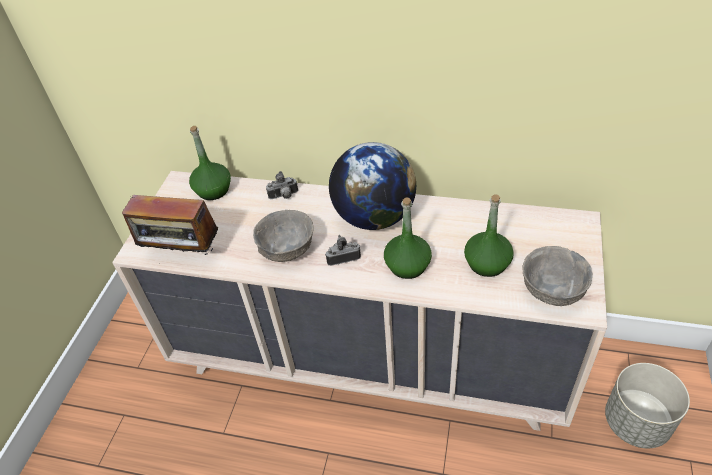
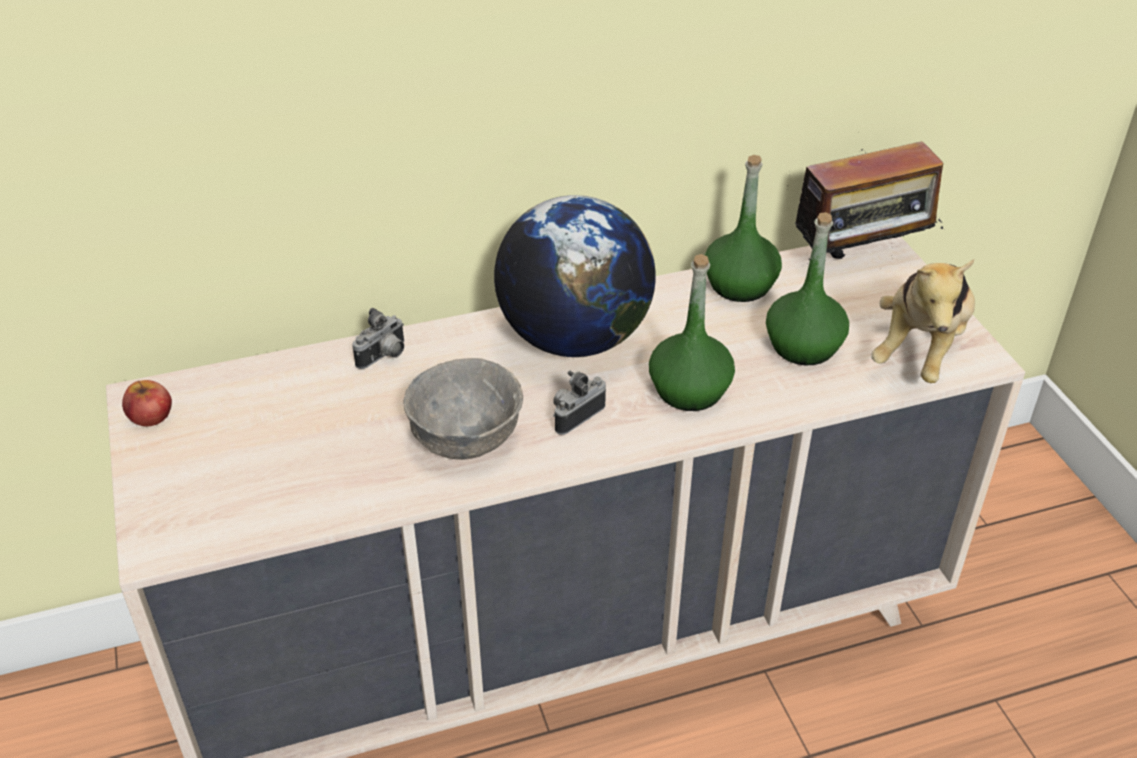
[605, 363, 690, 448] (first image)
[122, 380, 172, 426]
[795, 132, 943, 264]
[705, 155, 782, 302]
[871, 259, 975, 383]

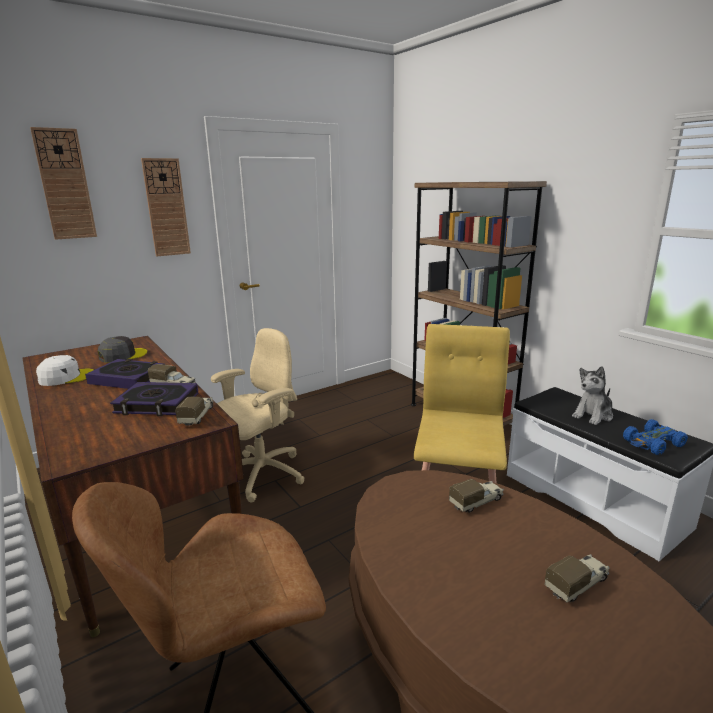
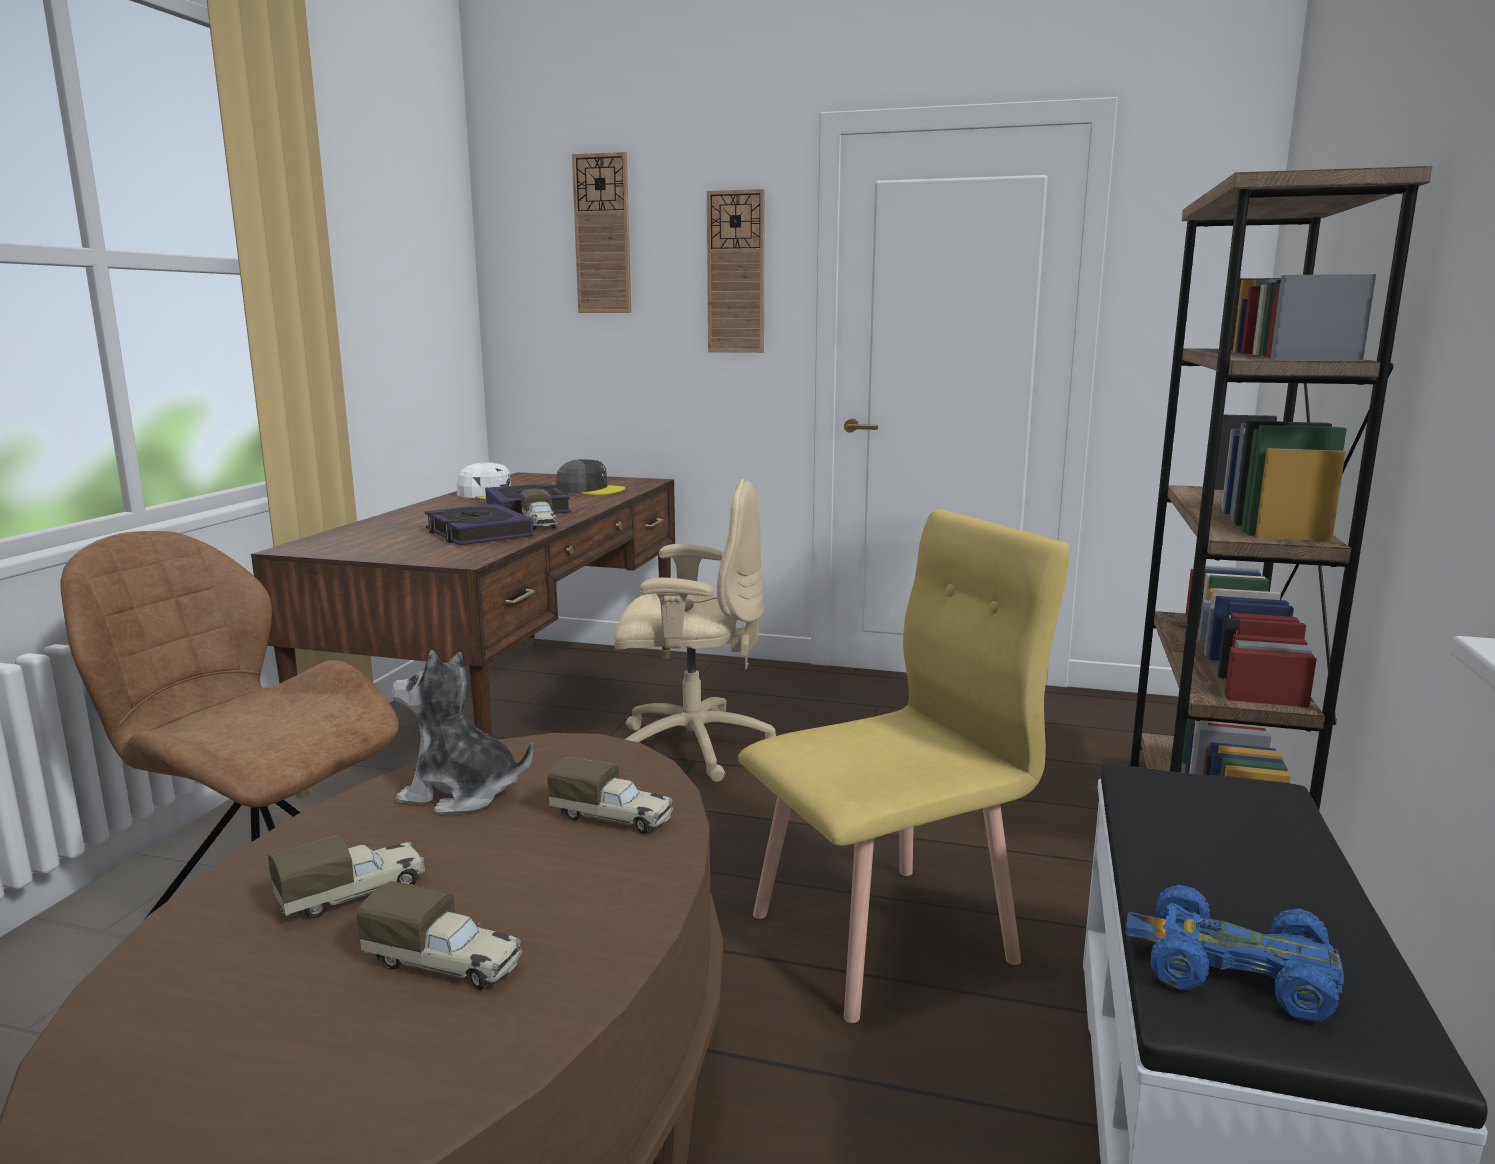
[268, 835, 426, 918]
[391, 650, 533, 814]

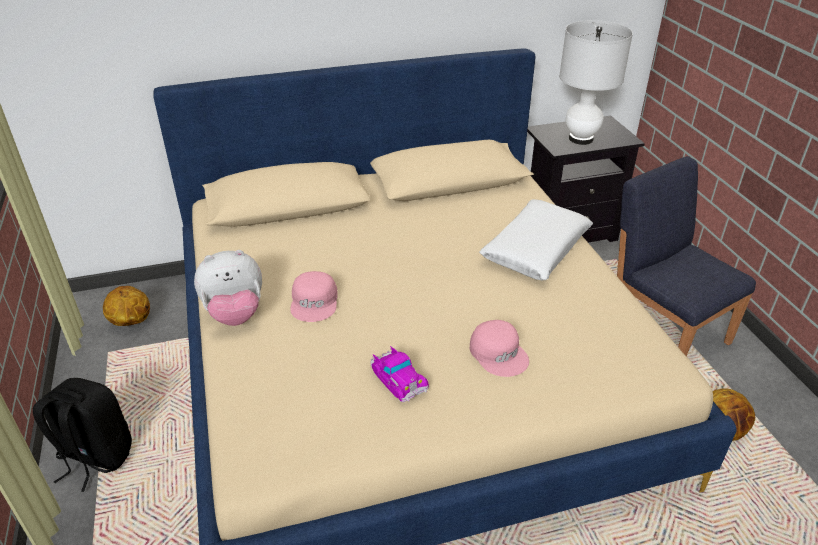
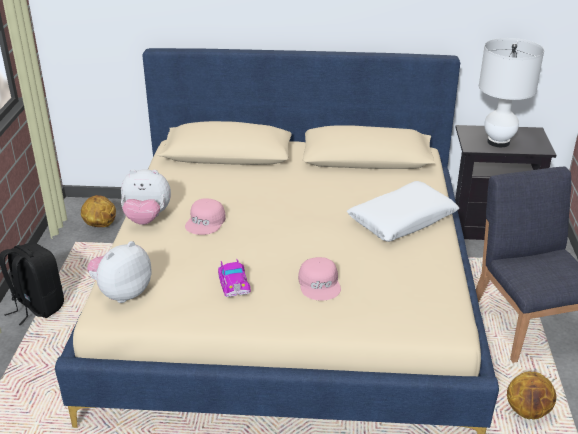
[87, 241, 152, 303]

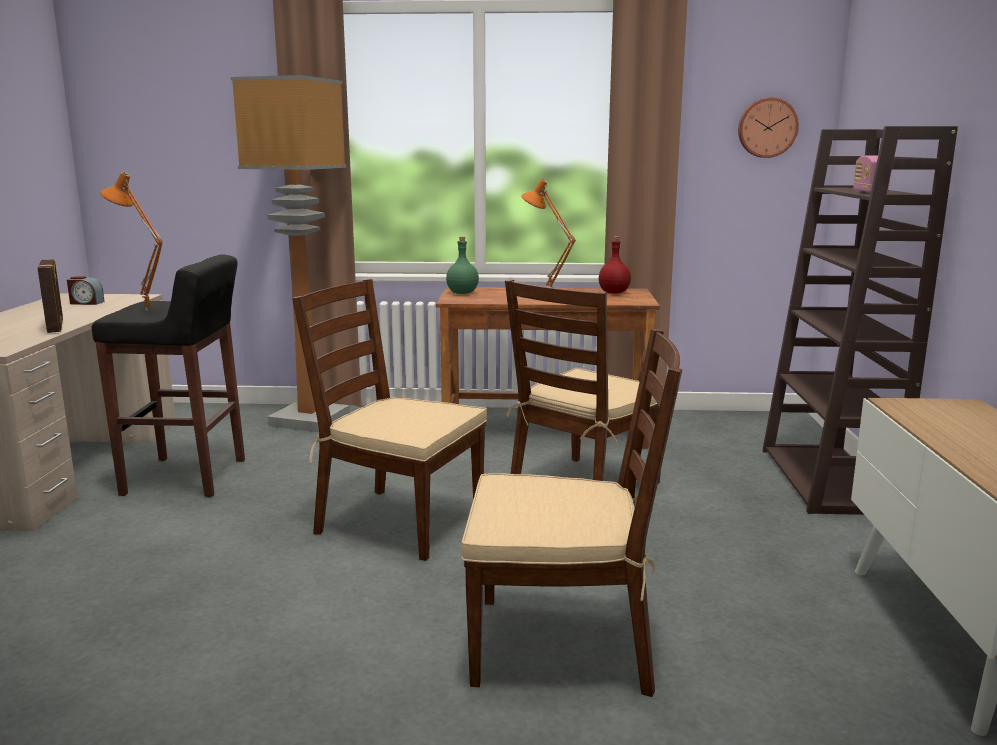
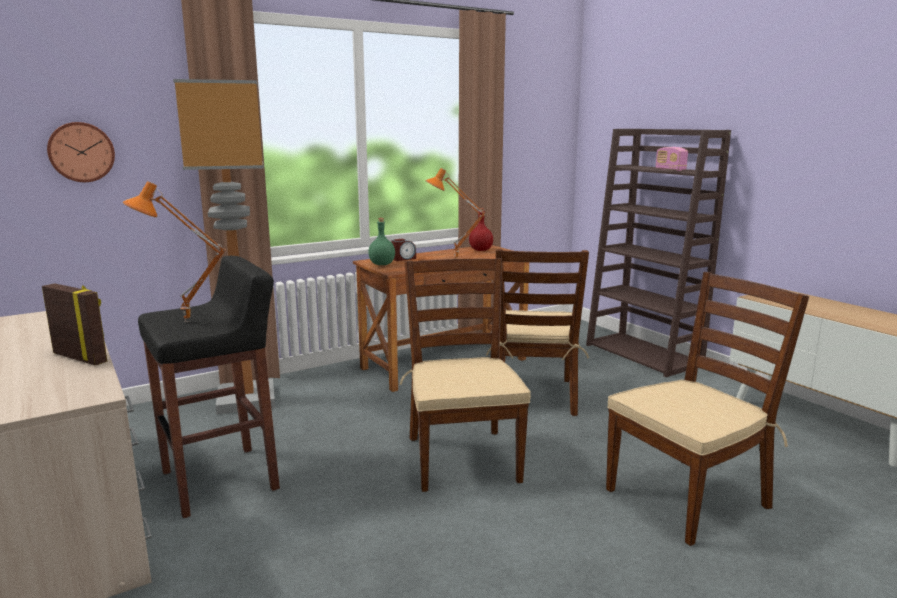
[392, 239, 416, 261]
[47, 122, 115, 182]
[400, 258, 531, 492]

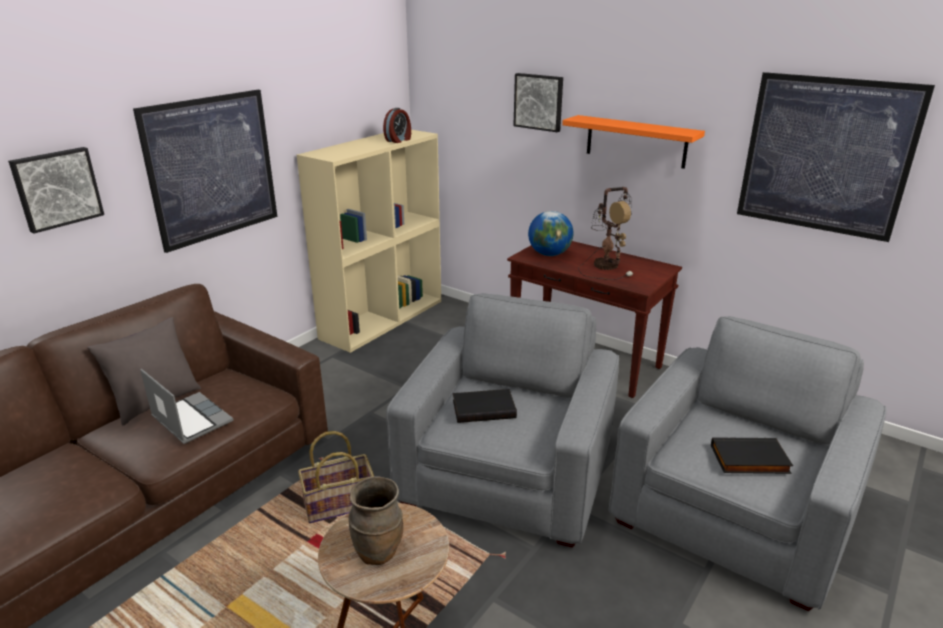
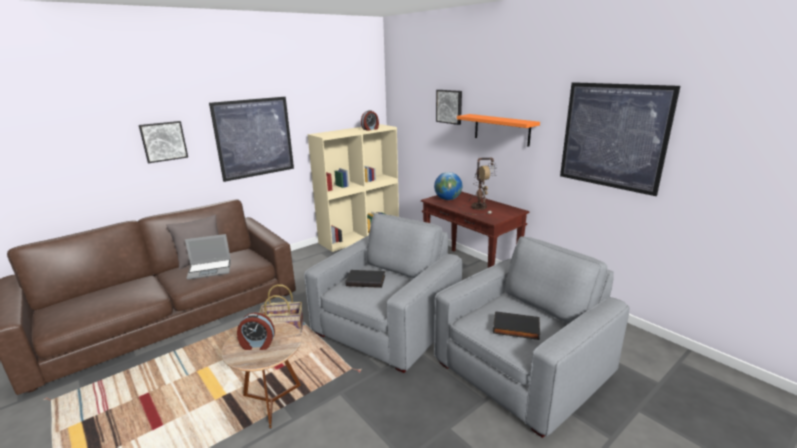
[237, 312, 275, 350]
[185, 234, 231, 279]

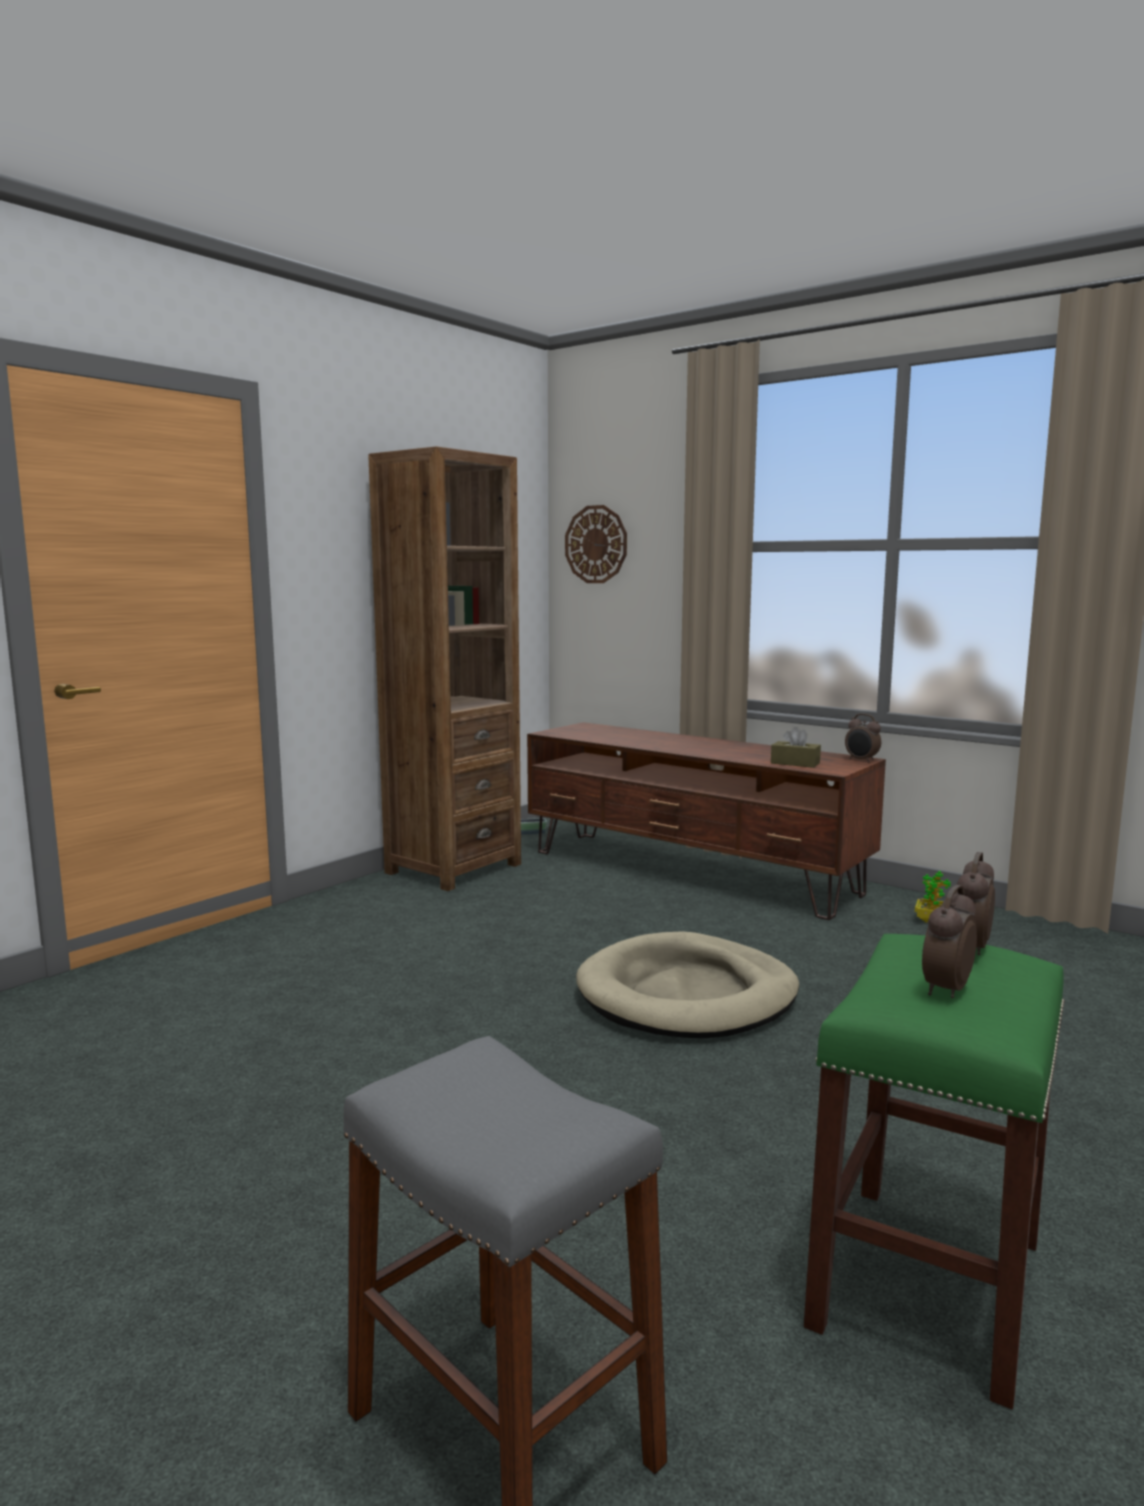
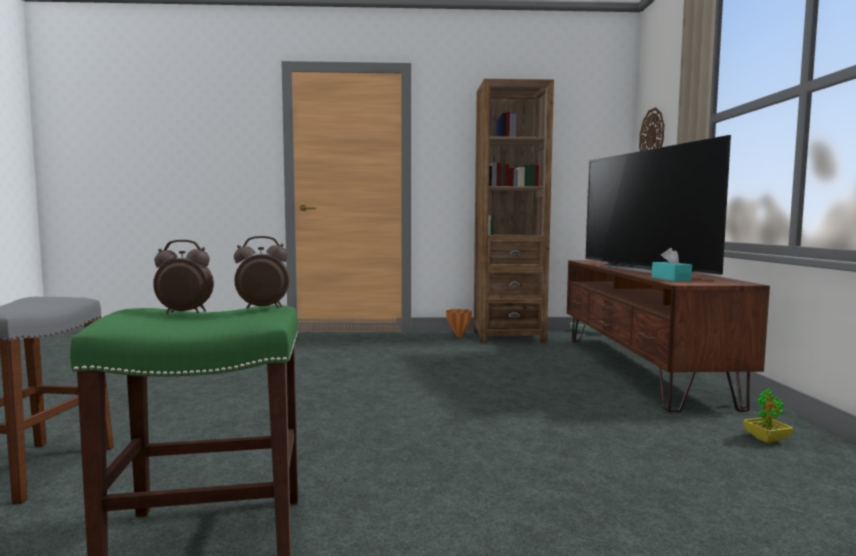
[576, 931, 799, 1038] (first image)
[845, 714, 881, 763] (first image)
[446, 309, 472, 337]
[586, 135, 731, 275]
[652, 248, 692, 281]

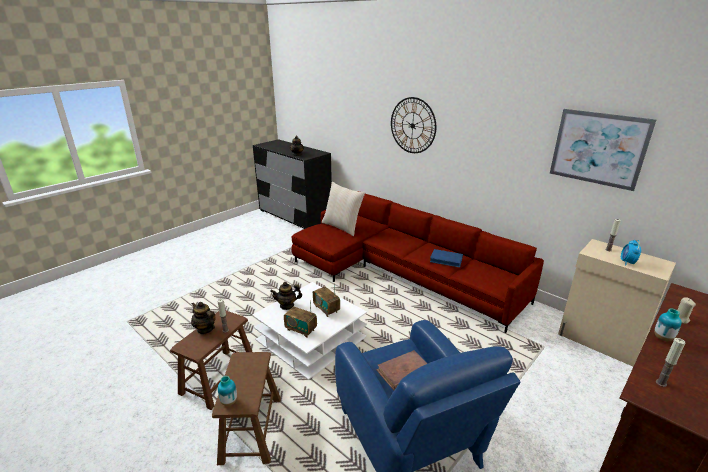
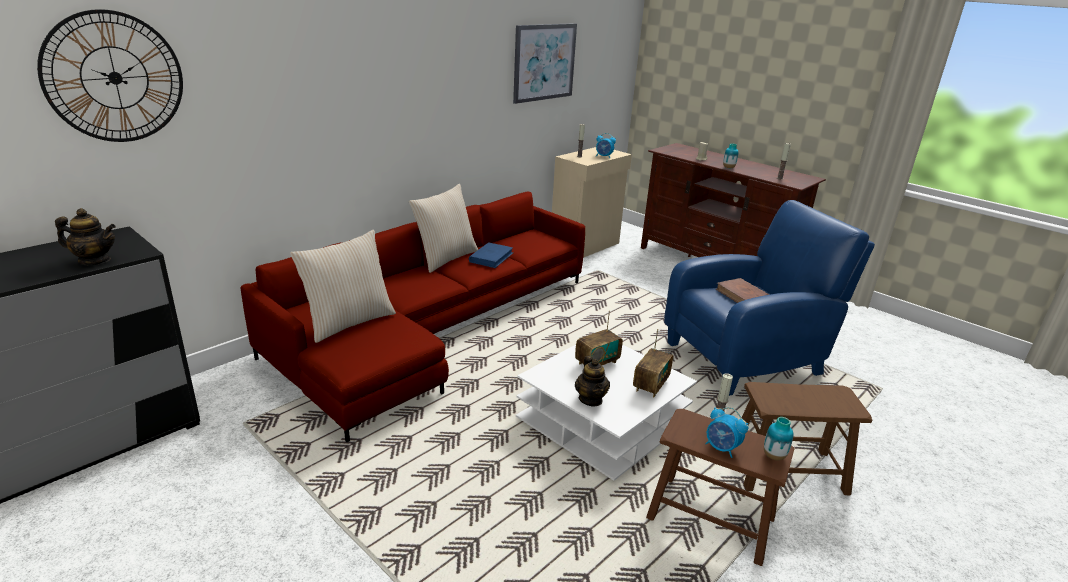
[409, 184, 478, 273]
[764, 417, 793, 460]
[37, 9, 183, 142]
[705, 407, 748, 458]

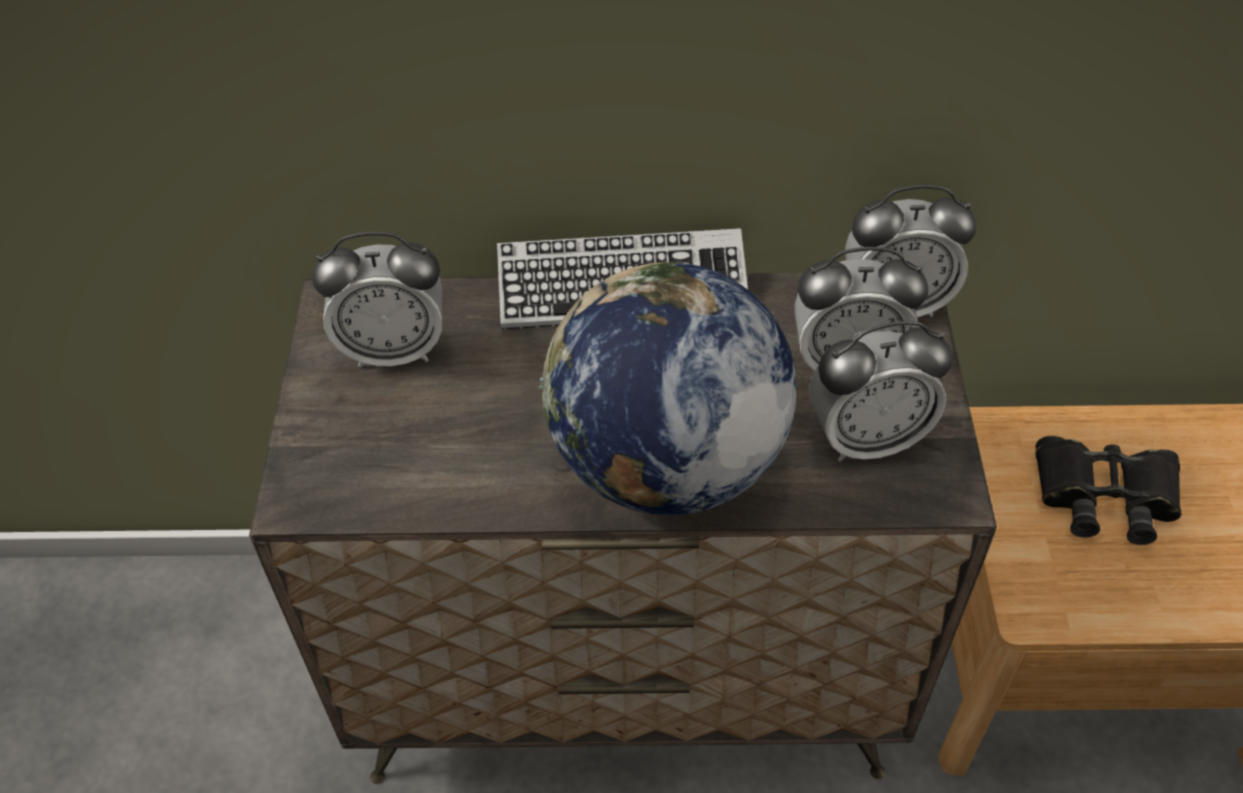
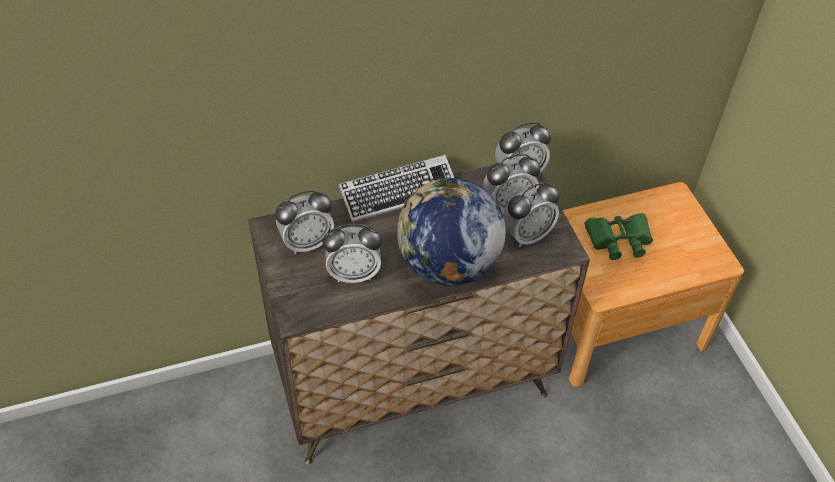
[322, 224, 382, 283]
[585, 213, 653, 260]

